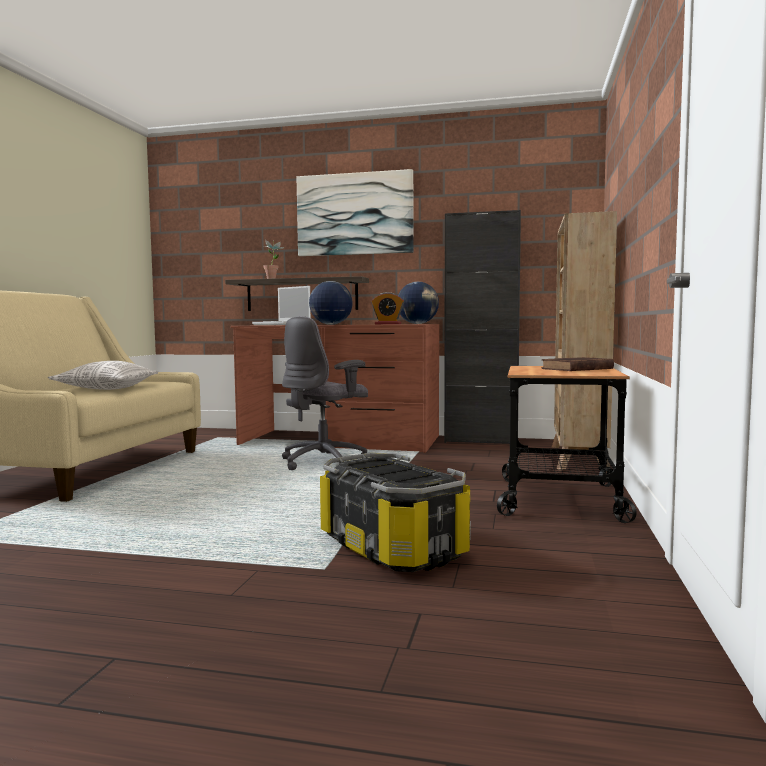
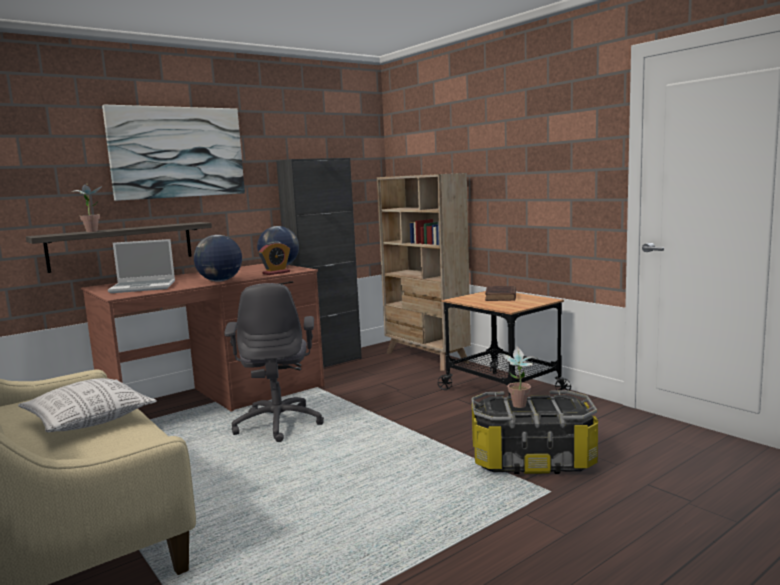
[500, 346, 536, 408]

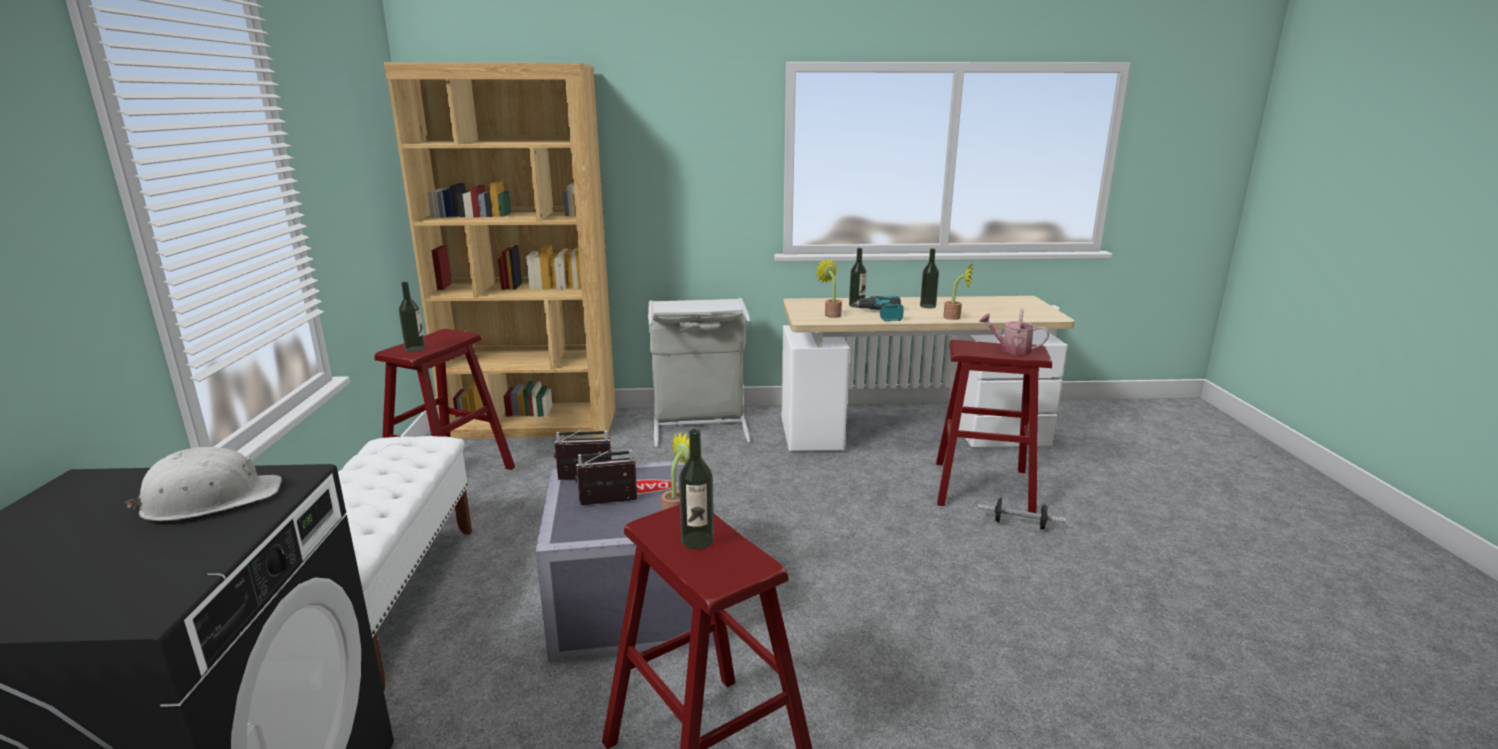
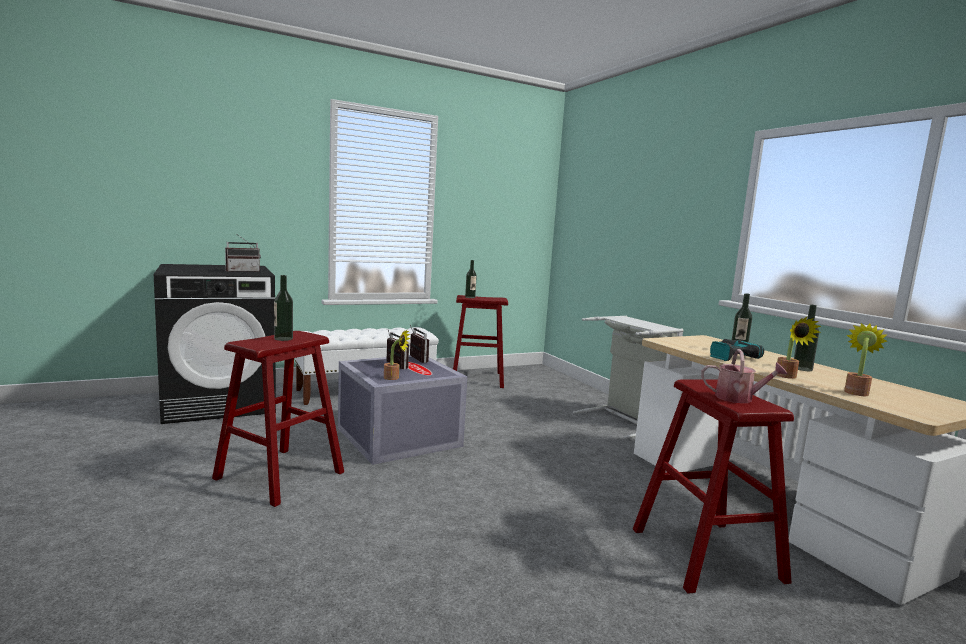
[384, 62, 616, 439] (first image)
[978, 498, 1066, 530] (first image)
[844, 323, 887, 396]
[225, 235, 261, 272]
[701, 349, 787, 403]

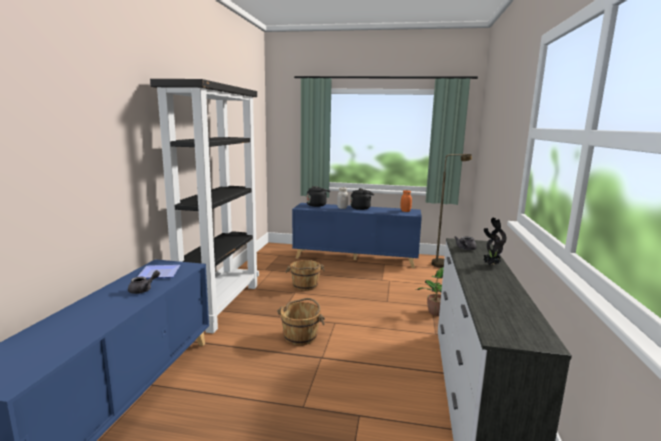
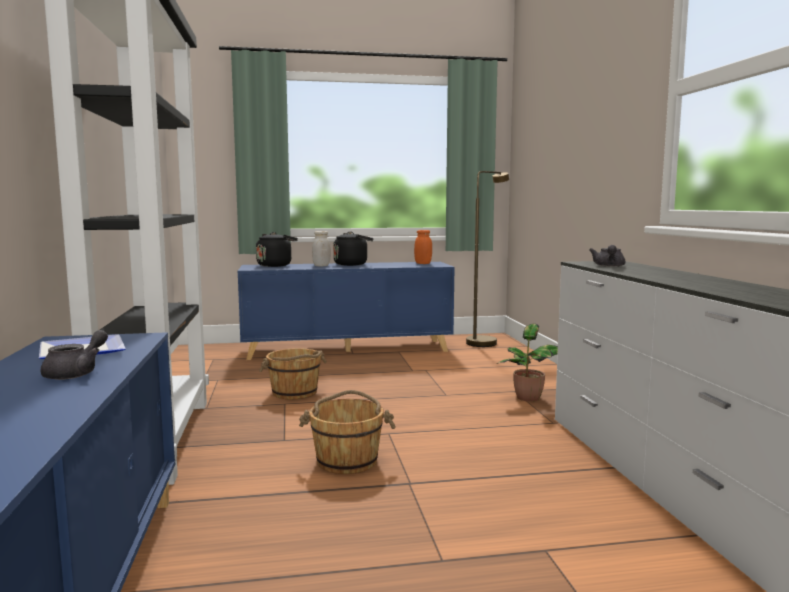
[484, 218, 507, 265] (first image)

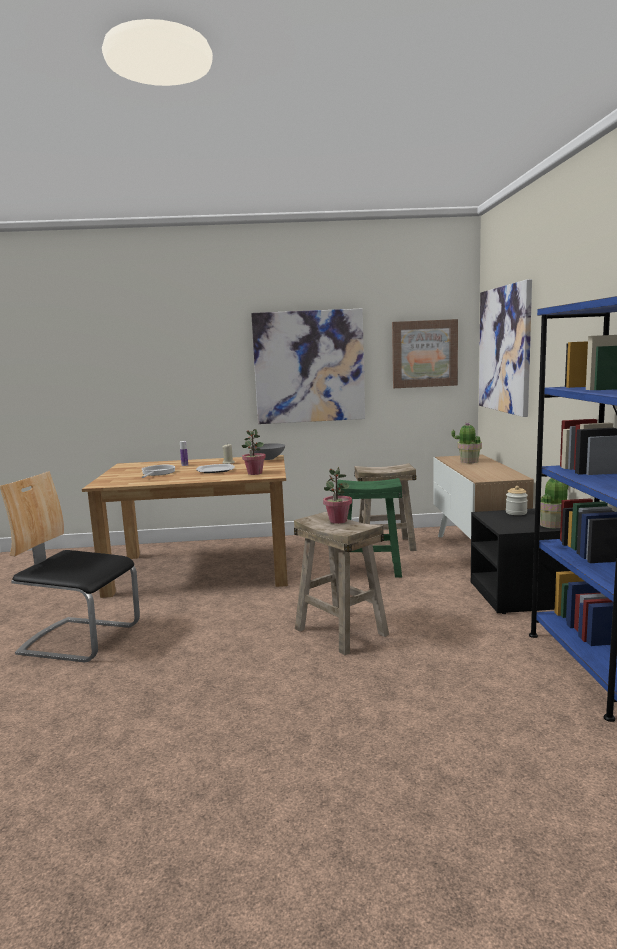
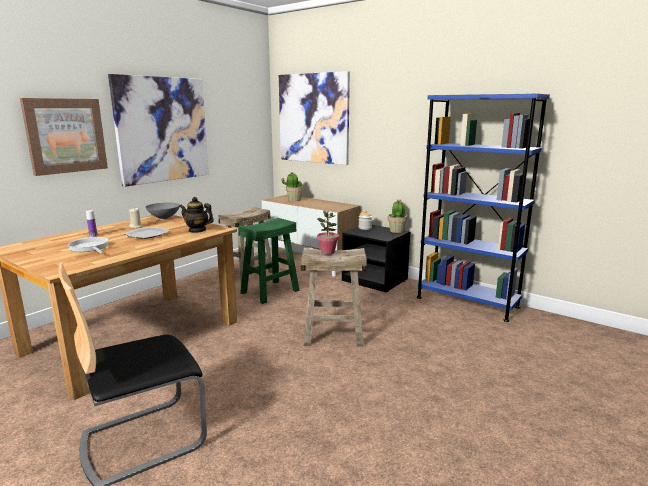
[20, 98, 108, 176]
[179, 197, 214, 233]

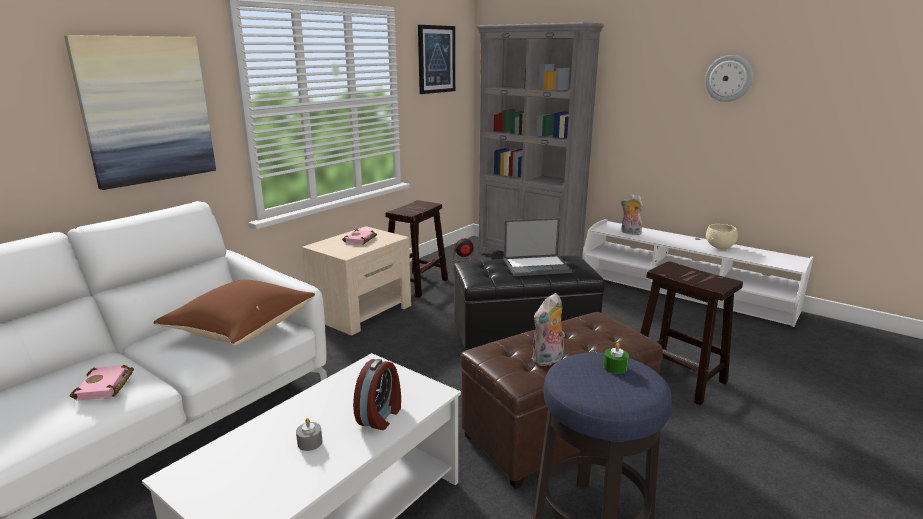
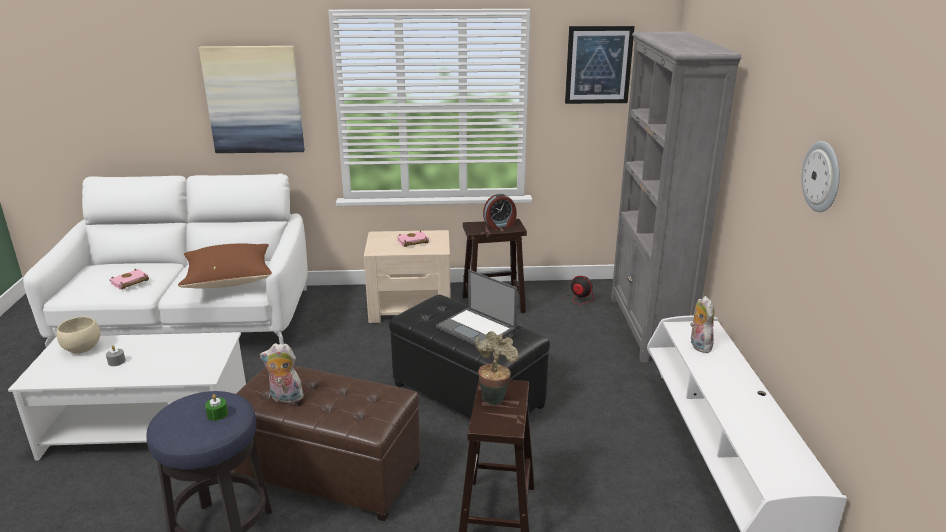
[475, 331, 519, 405]
[483, 194, 517, 229]
[57, 317, 100, 354]

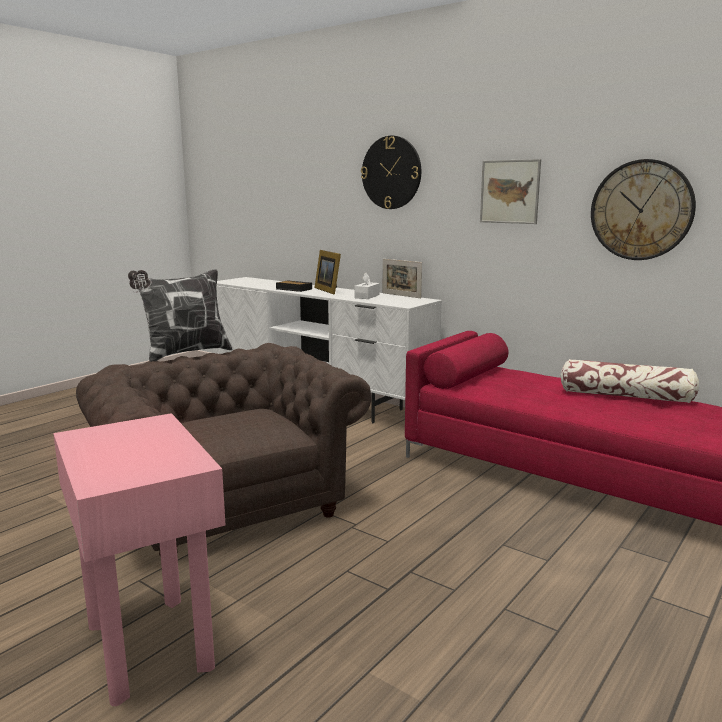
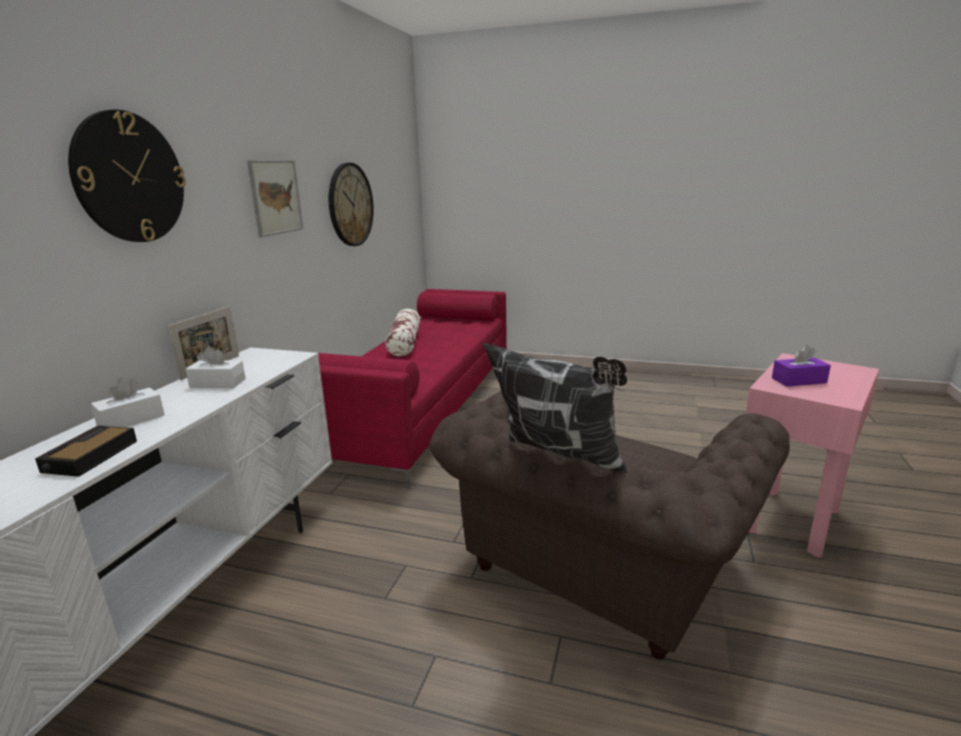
[772, 345, 831, 387]
[91, 377, 165, 427]

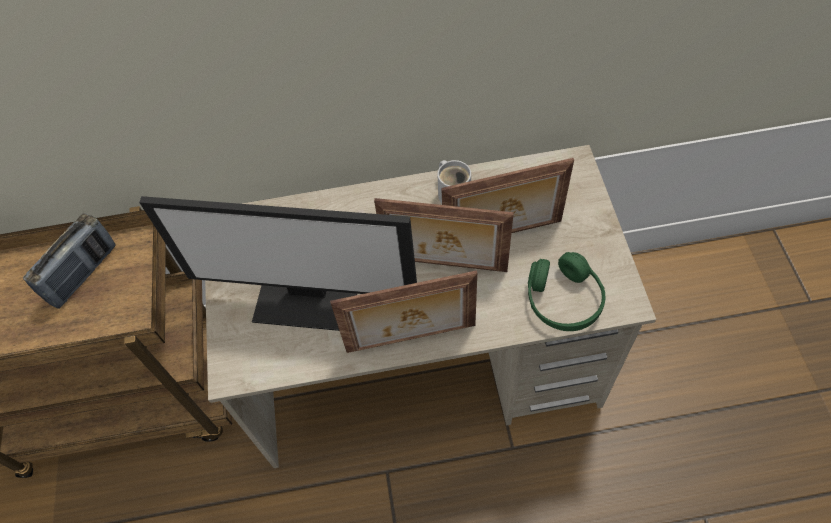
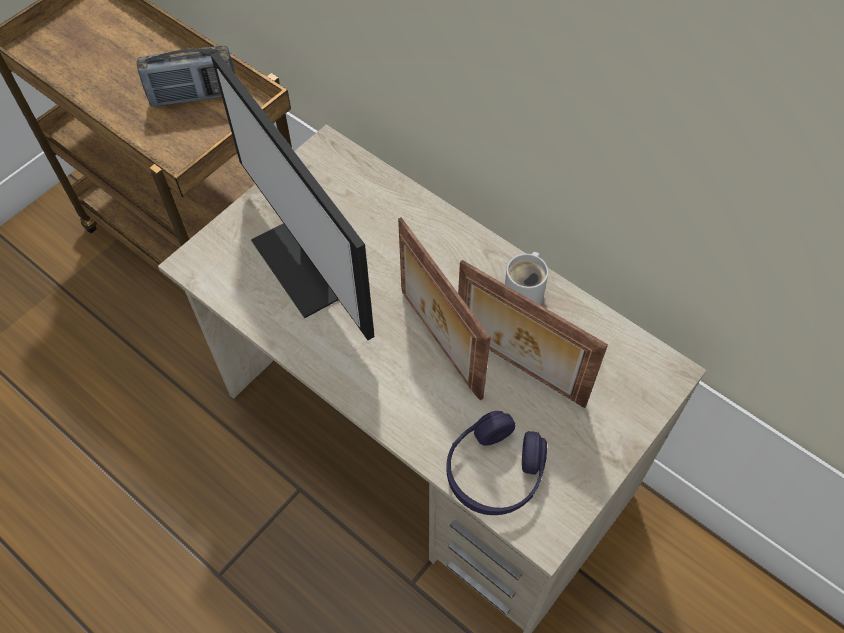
[330, 270, 477, 353] (first image)
[446, 411, 547, 515]

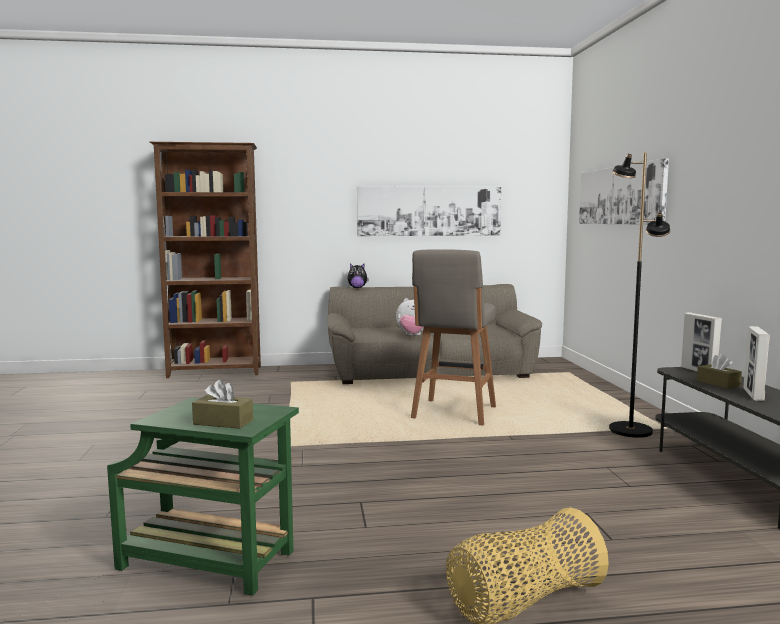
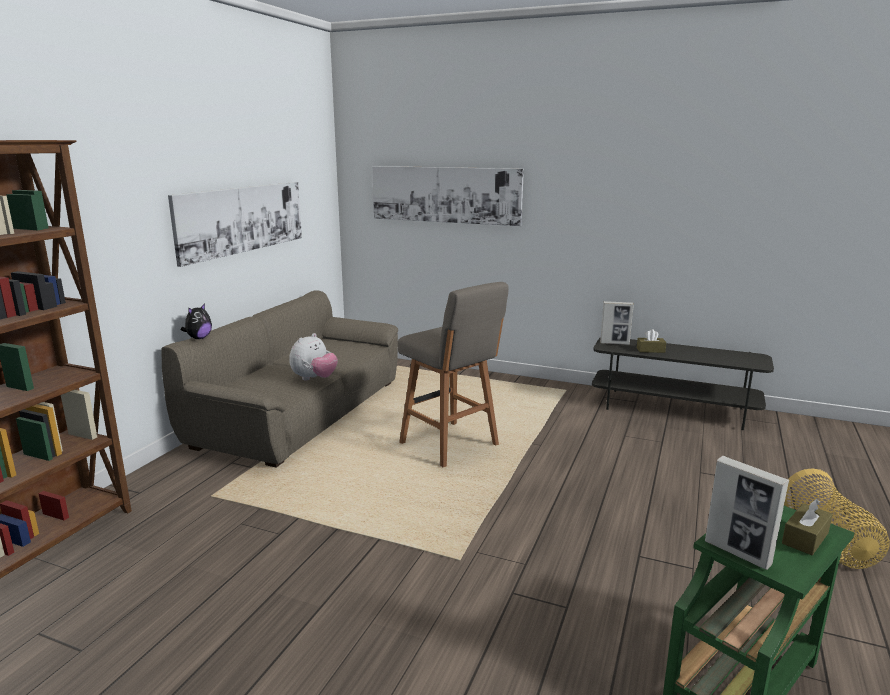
[609, 153, 670, 438] (first image)
[705, 456, 789, 570]

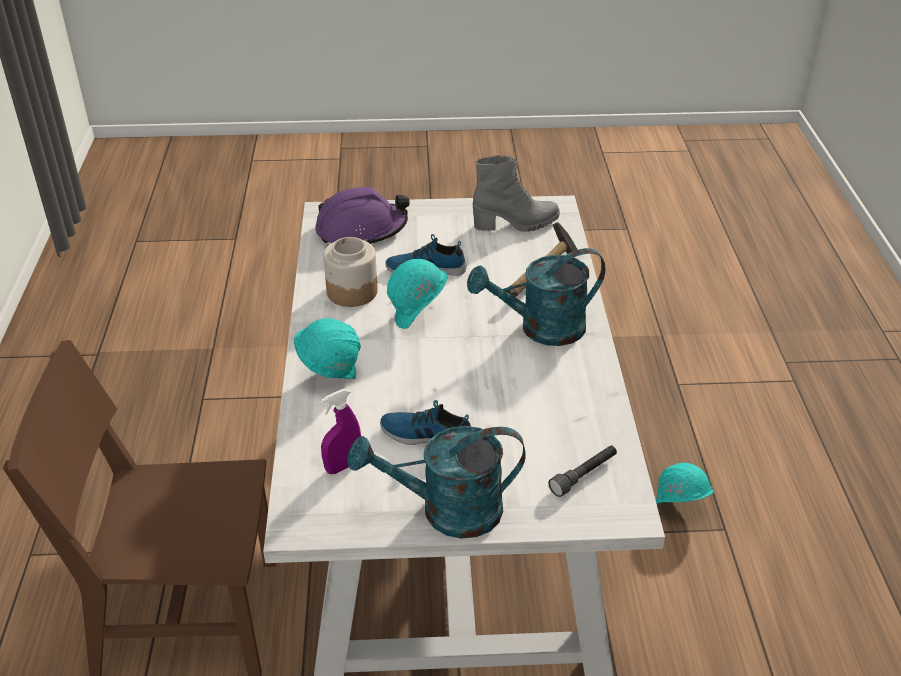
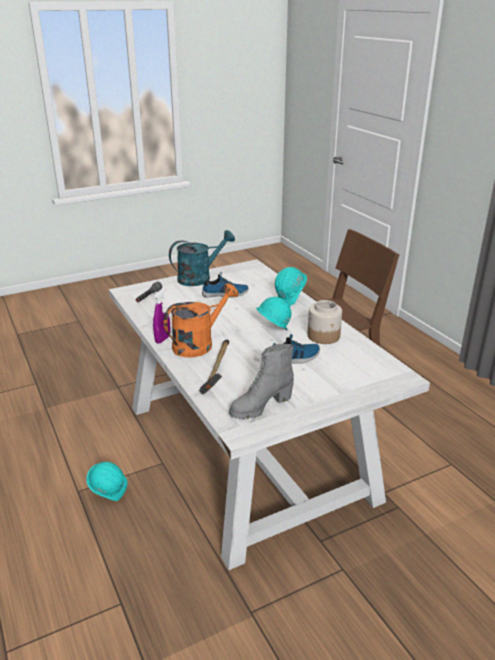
[315, 186, 410, 244] (first image)
[153, 289, 171, 344]
[164, 283, 238, 357]

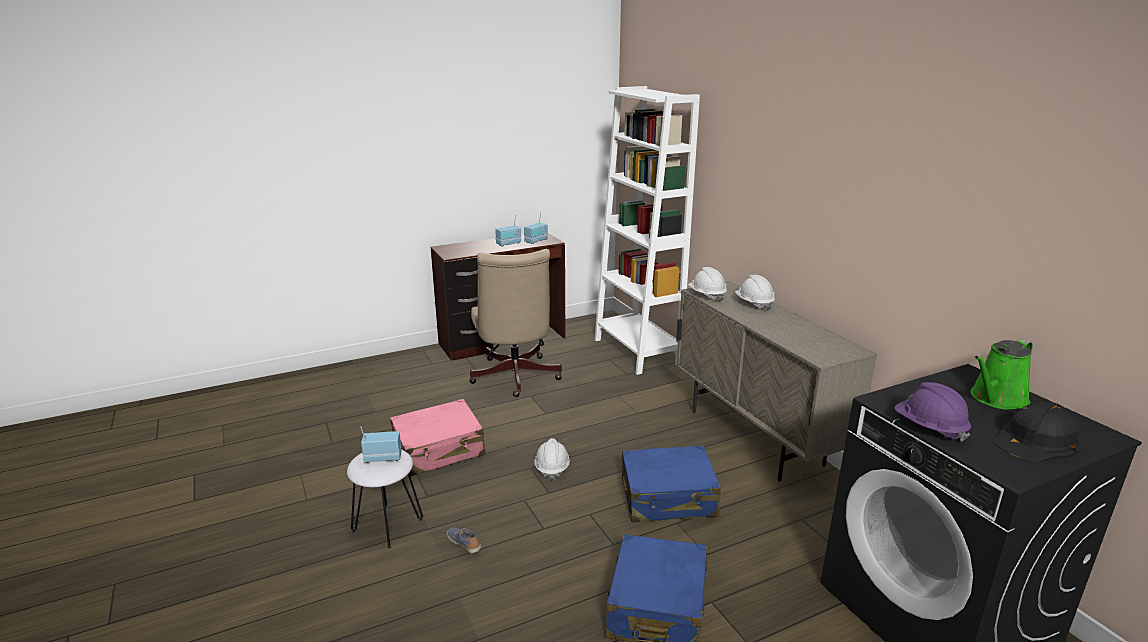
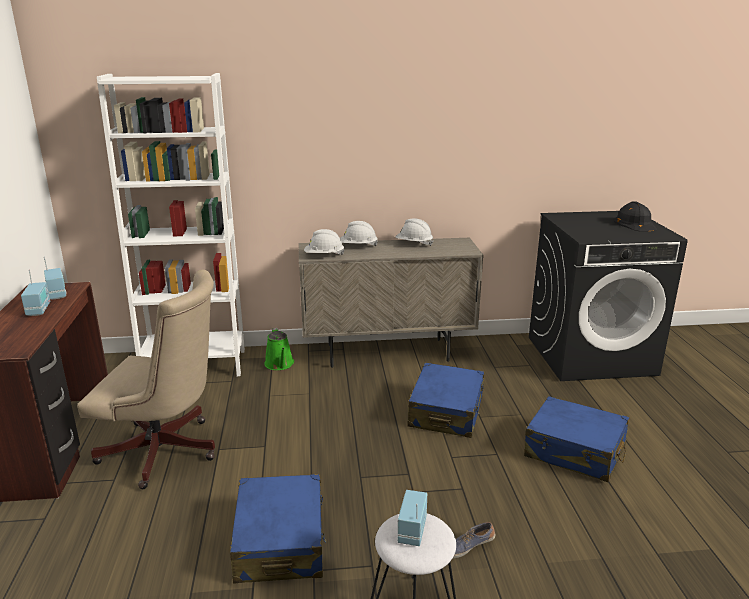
[894, 382, 971, 442] (first image)
[396, 218, 433, 246]
[264, 328, 294, 370]
[230, 474, 326, 583]

